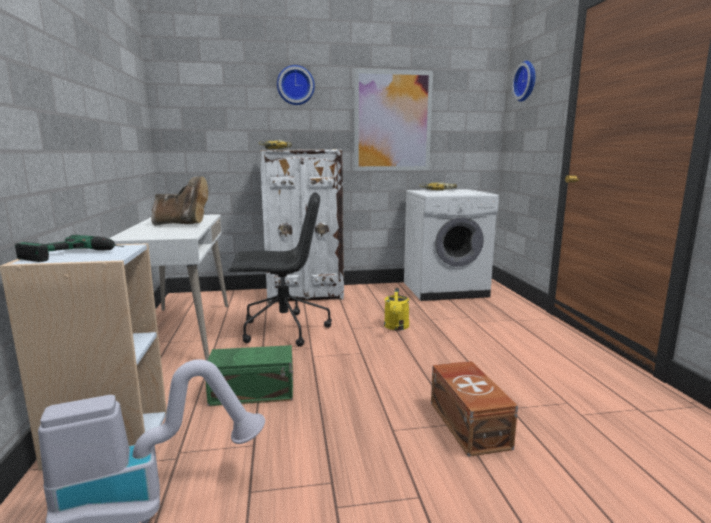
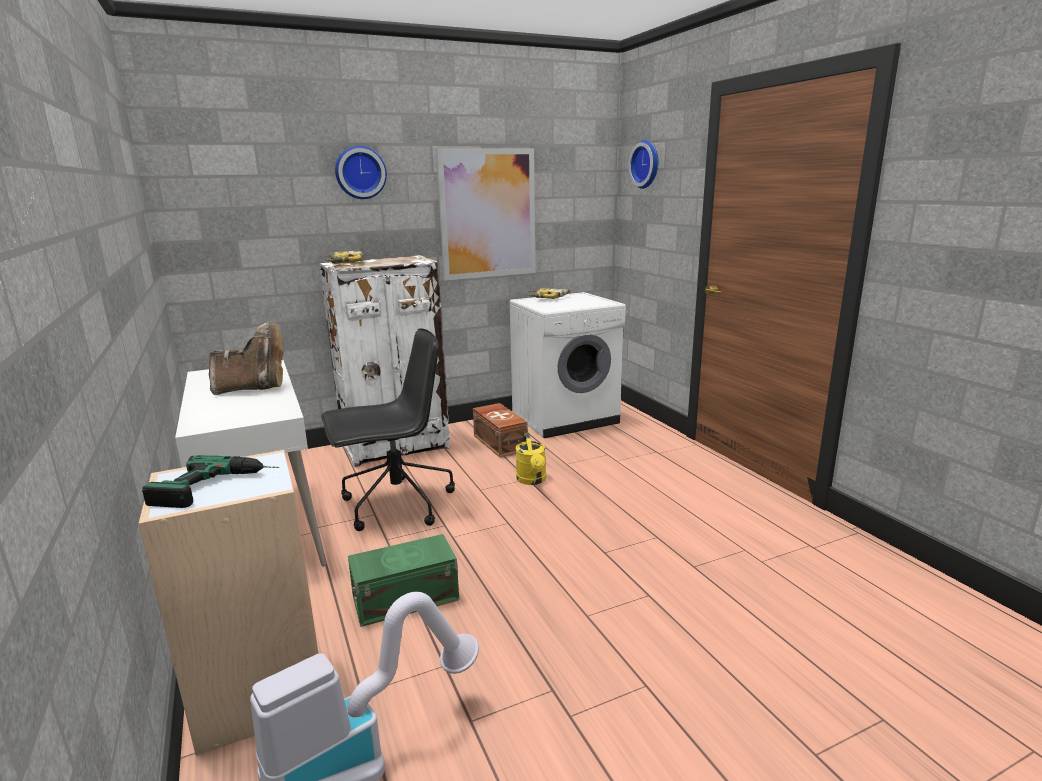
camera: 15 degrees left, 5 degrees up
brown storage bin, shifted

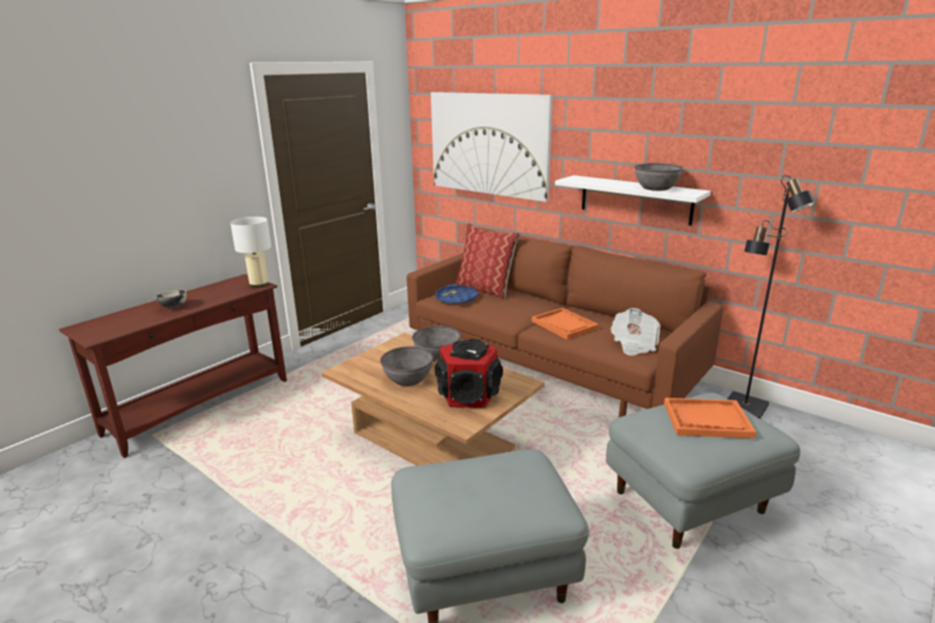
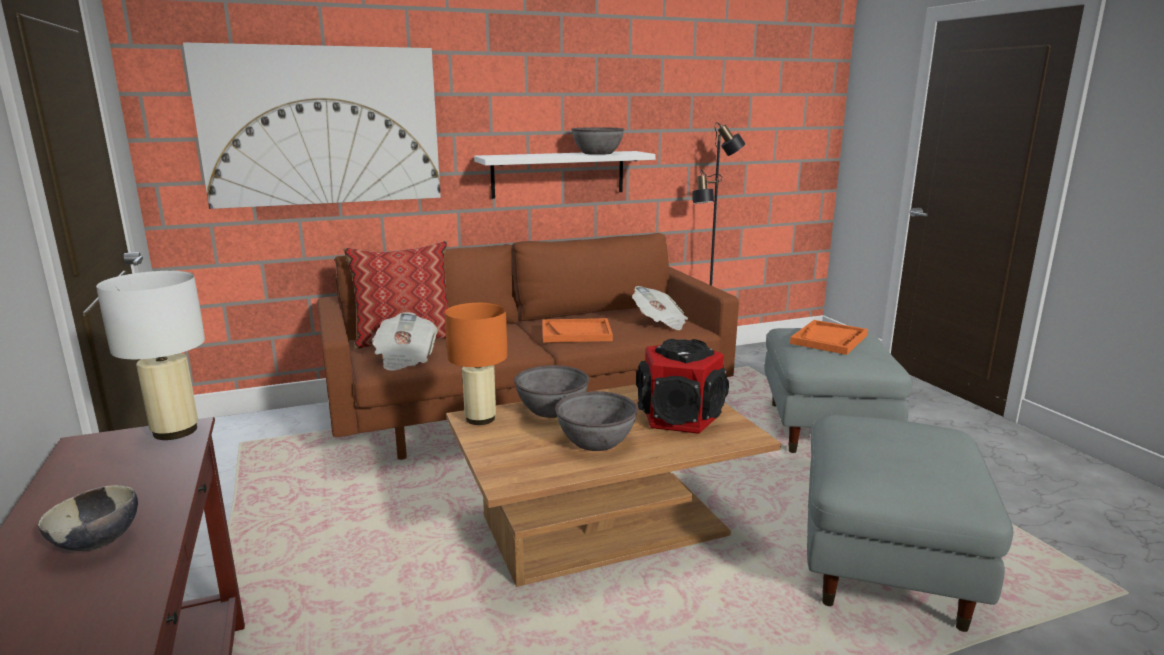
camera: 60 degrees left, 5 degrees down
blue-coloured carrying tray → printed paper (no. 1 from left)
- → orange tabletop lamp

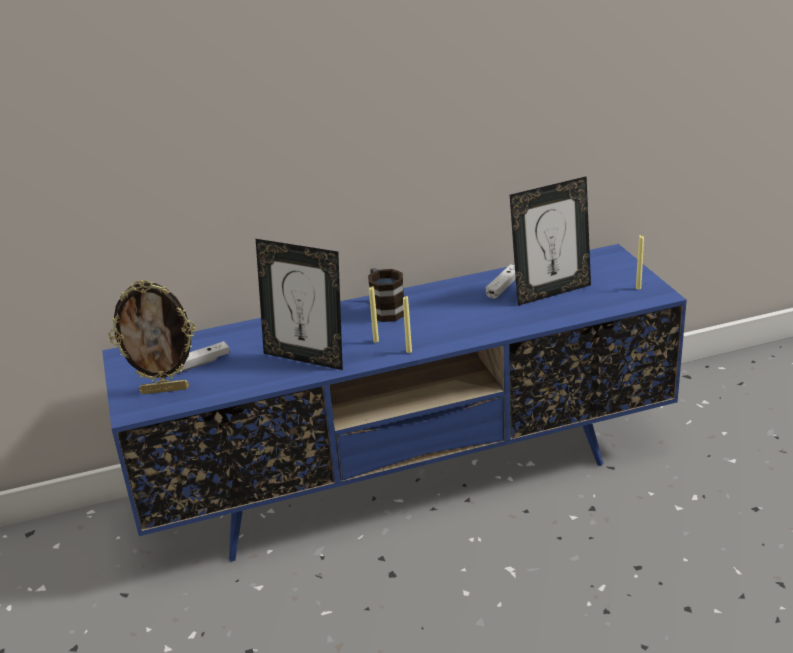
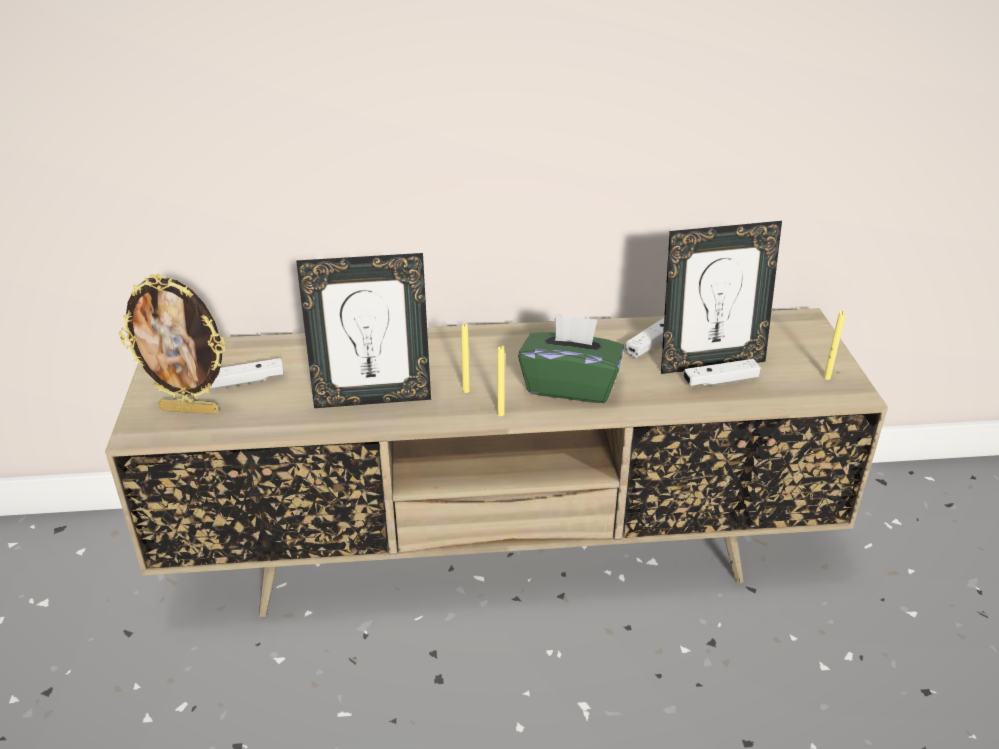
camera: 10 degrees right, 5 degrees up
photo frame (no. 2 from left), 45 degrees counterclockwise
blue-coloured tv unit → beige-coloured tv unit
tea mug → -
- → green-coloured box of tissues
- → whitish game controller (no. 3 from left)

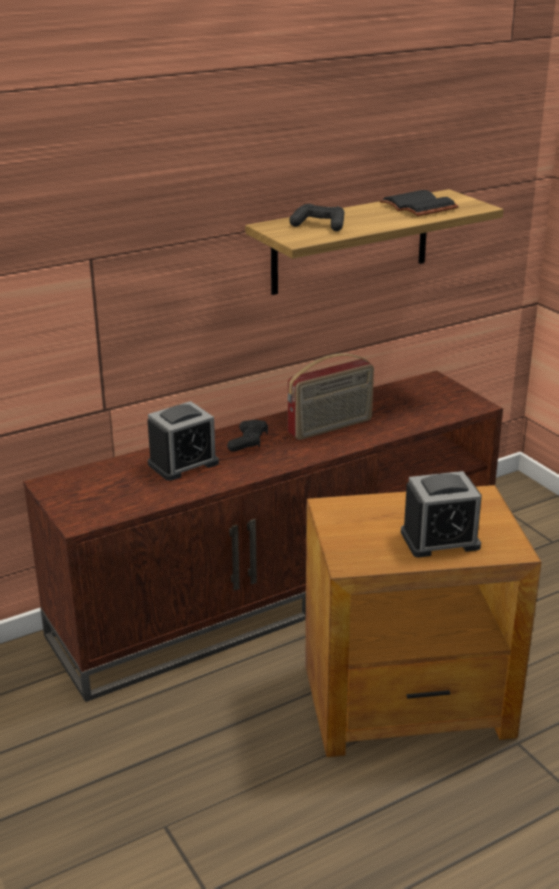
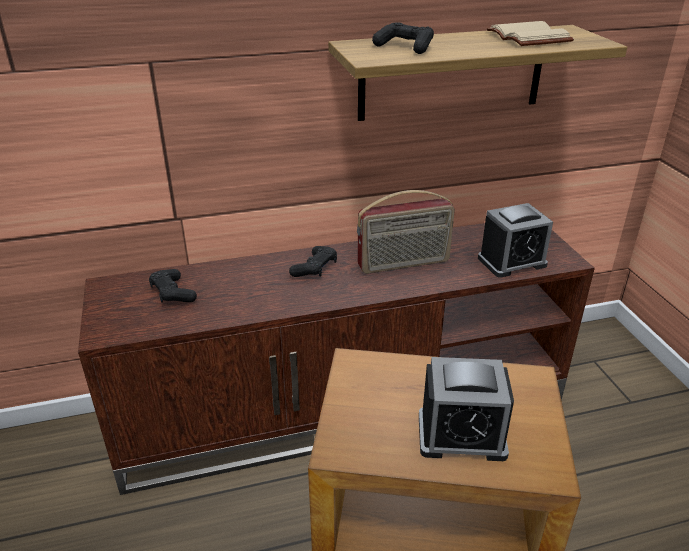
camera: 15 degrees right, 5 degrees up
blackish volume → beige-coloured volume
bedside clock (no. 1 from left in the first image) → bedside clock (no. 2 from left), shifted
- → blackish game controller (no. 1 from left)

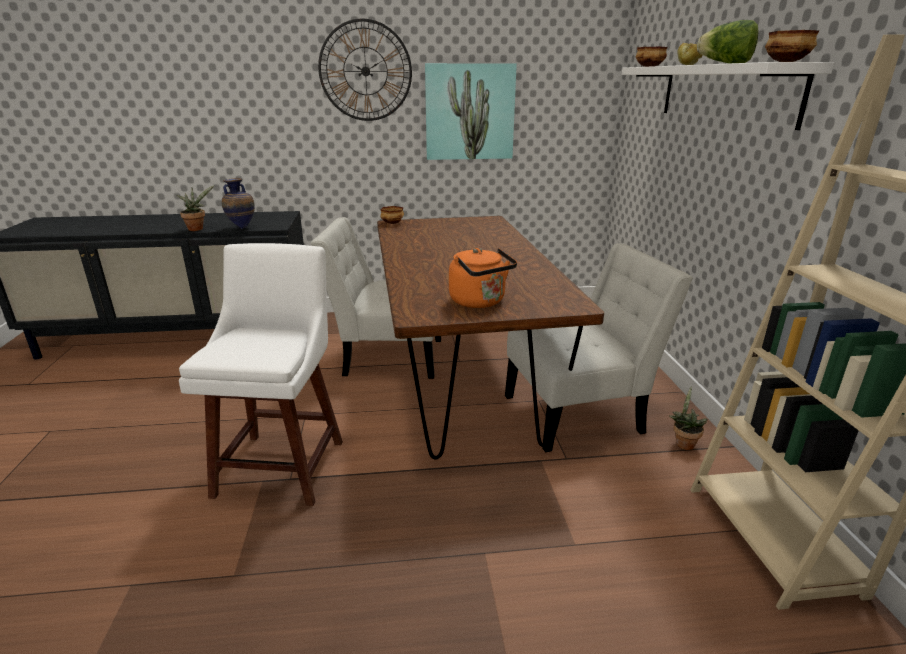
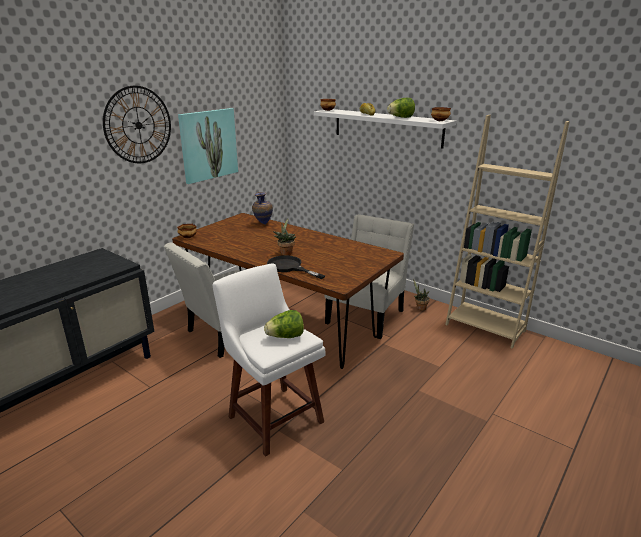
camera: 45 degrees left, 0 degrees up
flower vase, shifted
houseplant (no. 1 from left), shifted
orange tea kettle → -
- → blackish frying pan
- → lettuce head (no. 1 from left)

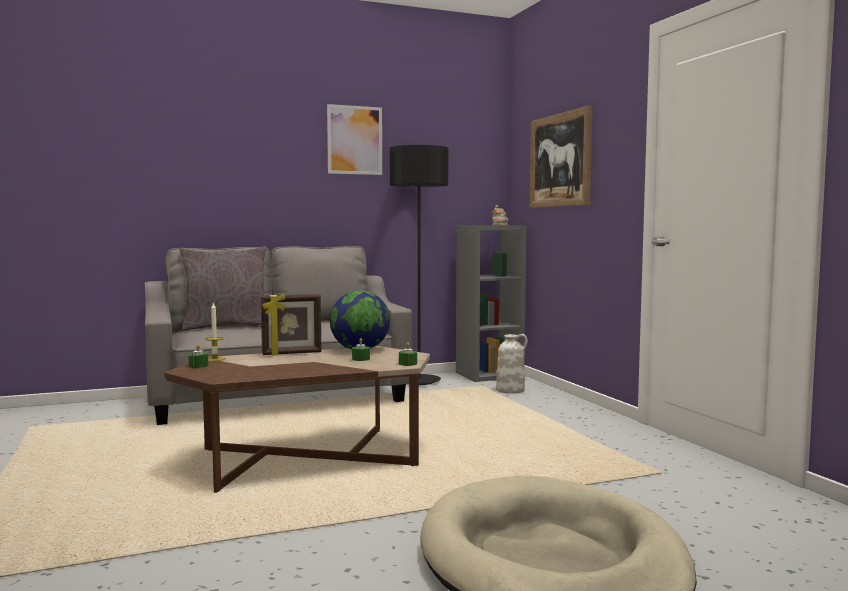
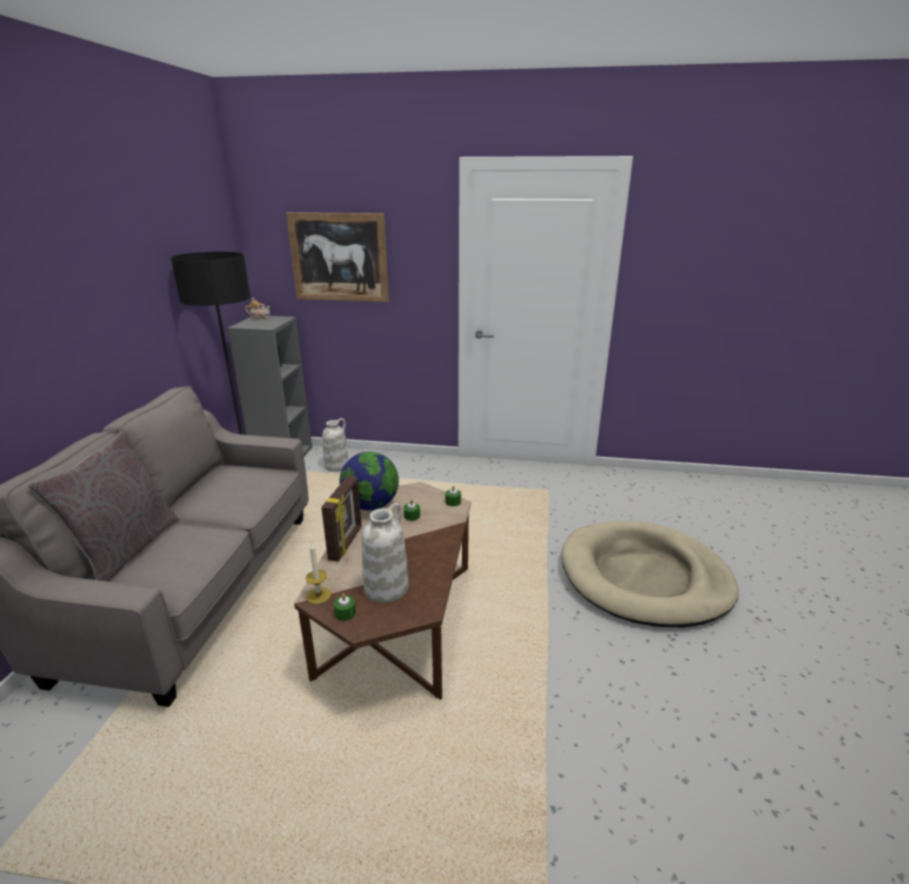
camera: 60 degrees left, 20 degrees up
picture (no. 1 from left) → -
- → whitish flower vase (no. 2 from left)

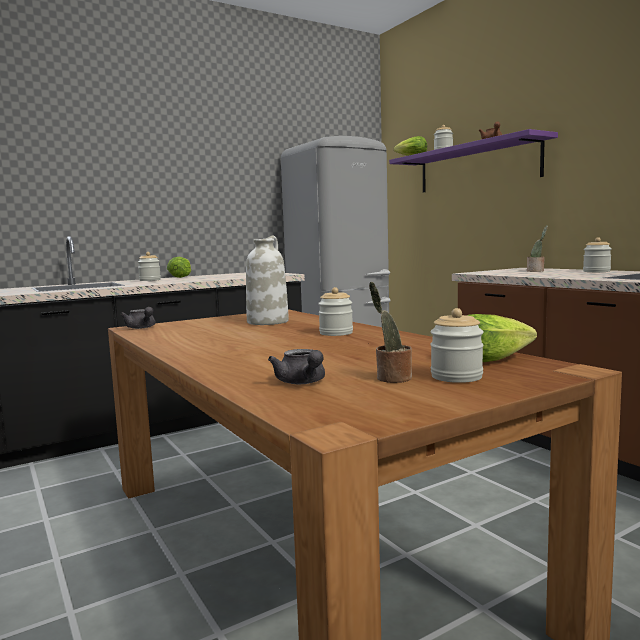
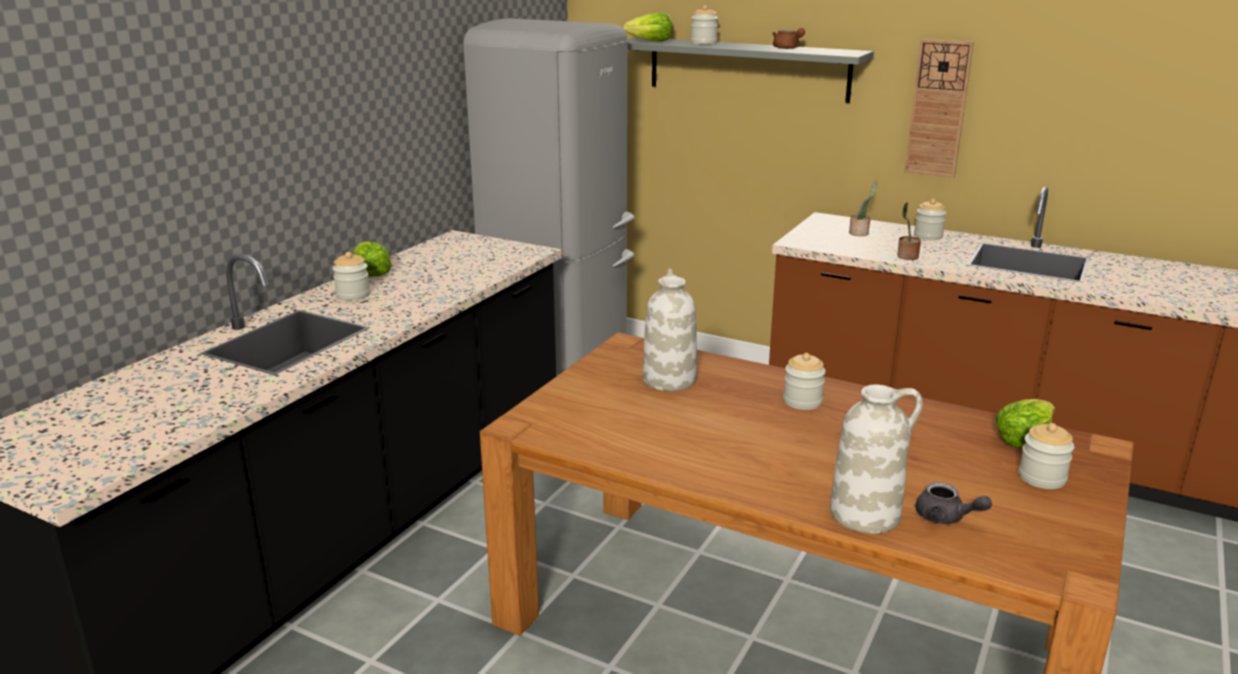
camera: 30 degrees left, 15 degrees up
purple bracket shelf → grey bracket shelf
houseplant (no. 1 from left in the first image) → houseplant (no. 2 from left), shifted
grey teapot (no. 1 from left) → -
- → clock on the wall
- → whitish flower vase (no. 2 from left)

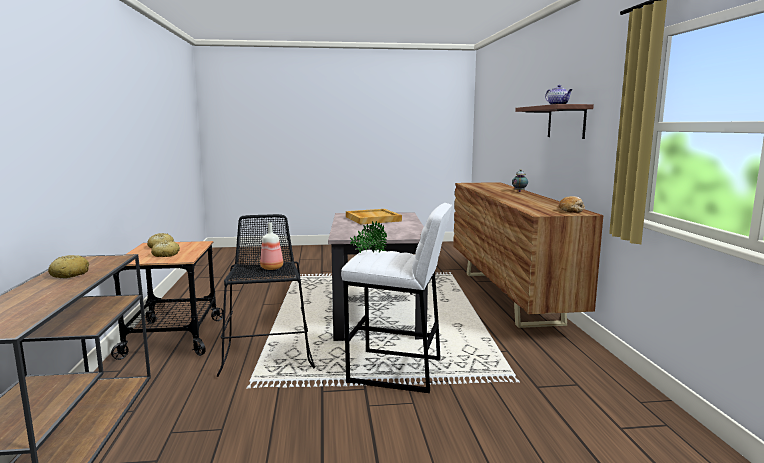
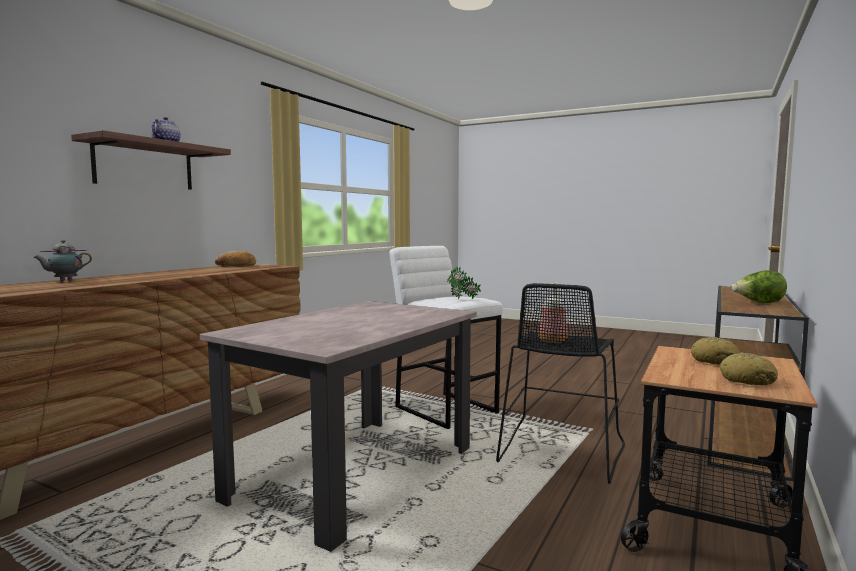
camera: 145 degrees left, 5 degrees down
beige-coloured carrying tray → -
bakery bread (no. 1 from left) → lettuce head

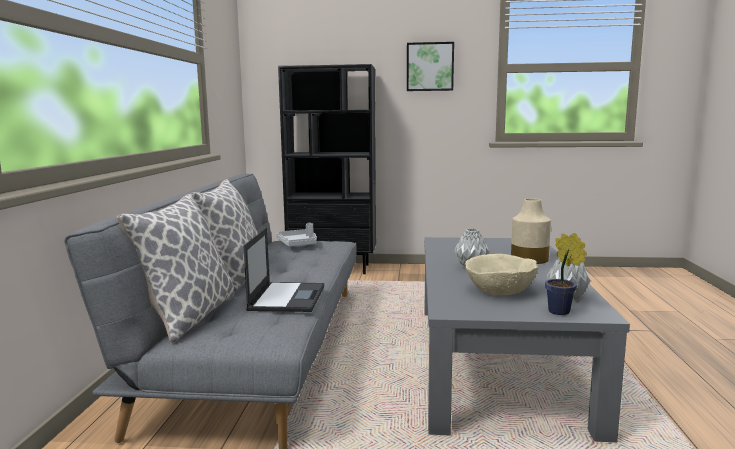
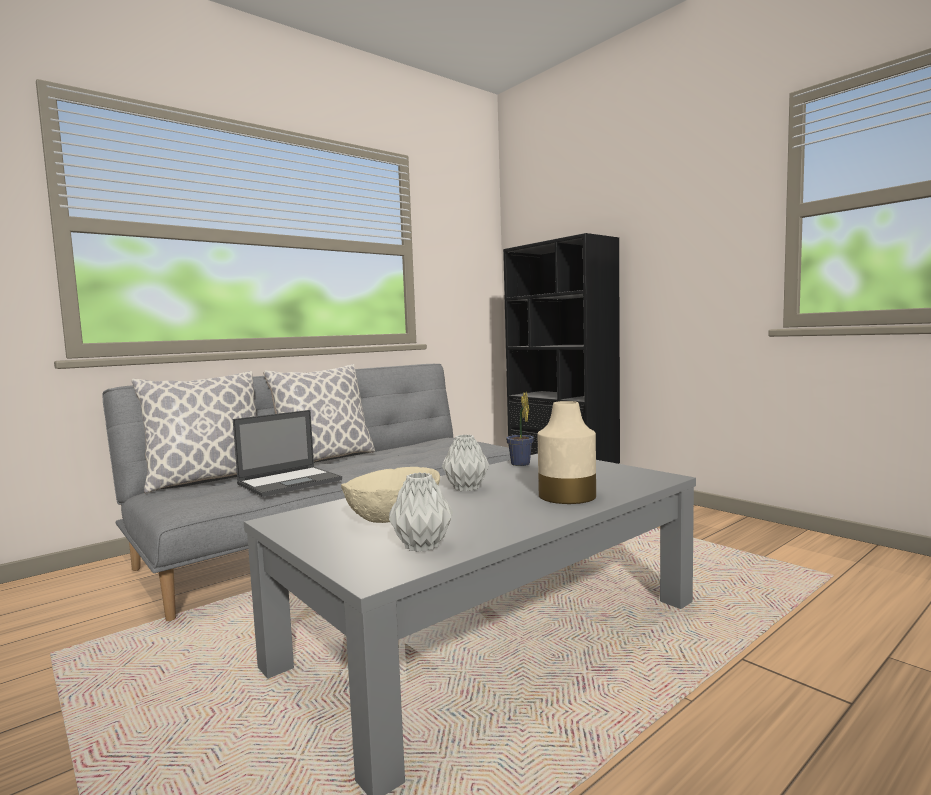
camera: 45 degrees right, 5 degrees down
picture → -
grey carrying tray → -
houseplant, shifted

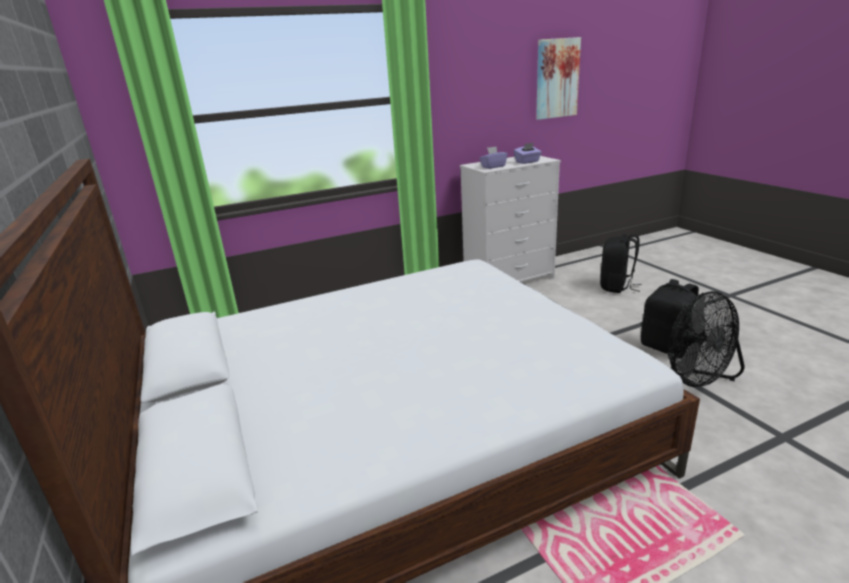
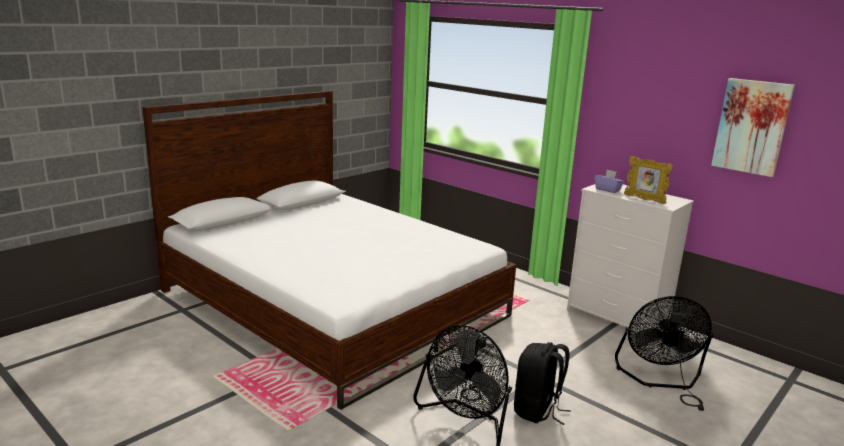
camera: 65 degrees right, 5 degrees down
purple box of tissues (no. 2 from left) → photo frame
blackish rucksack (no. 1 from left) → blackish electric fan (no. 2 from left)

